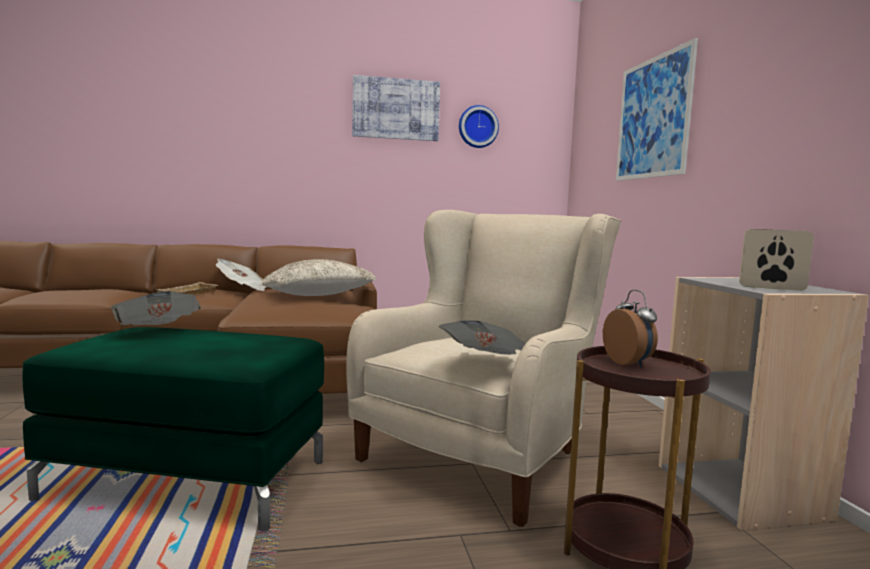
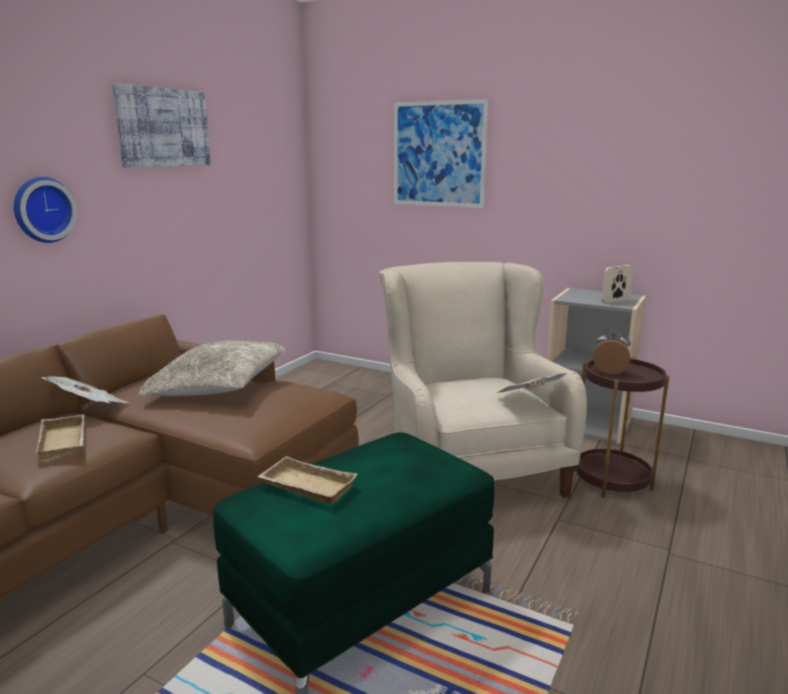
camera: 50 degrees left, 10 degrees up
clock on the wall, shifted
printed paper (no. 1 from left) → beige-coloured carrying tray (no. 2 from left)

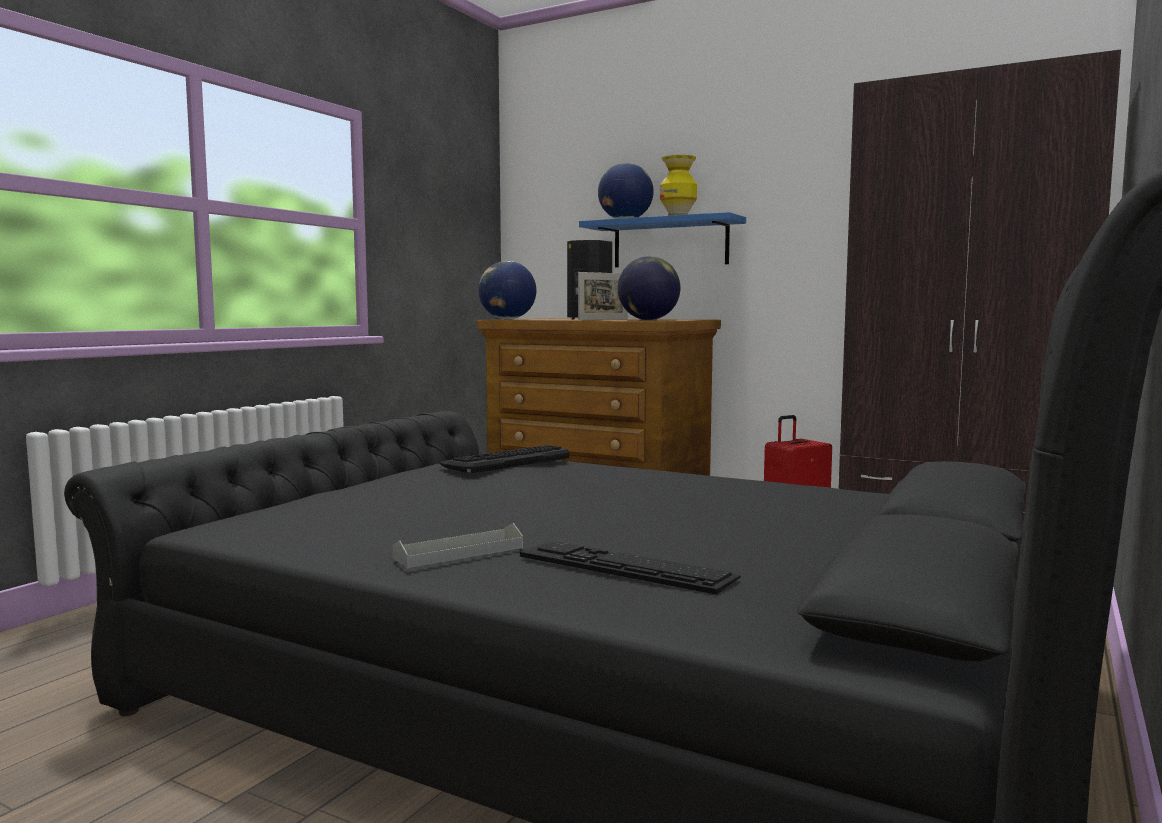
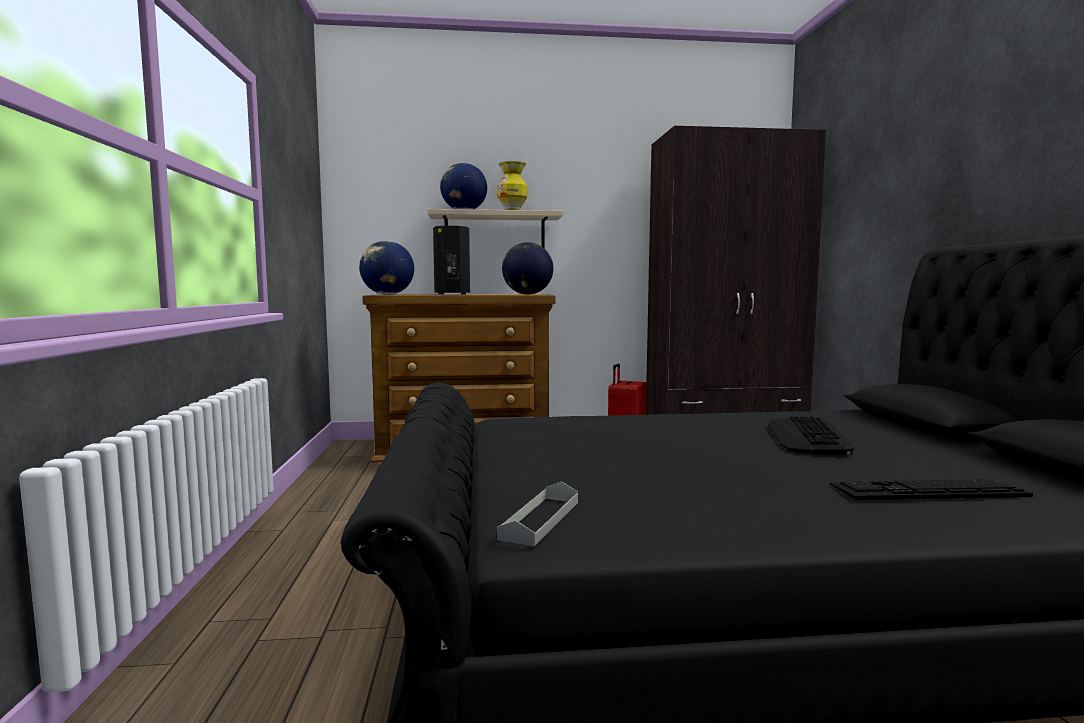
camera: 35 degrees left, 0 degrees up
blue-coloured bracket shelf → beige-coloured bracket shelf
photo frame → -
computer keyboard (no. 1 from left), shifted
grey carrying tray, shifted

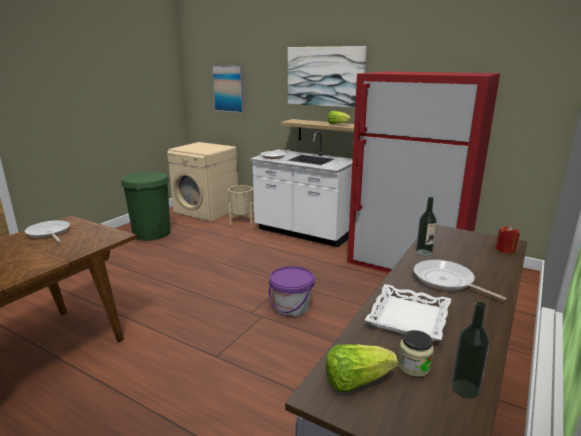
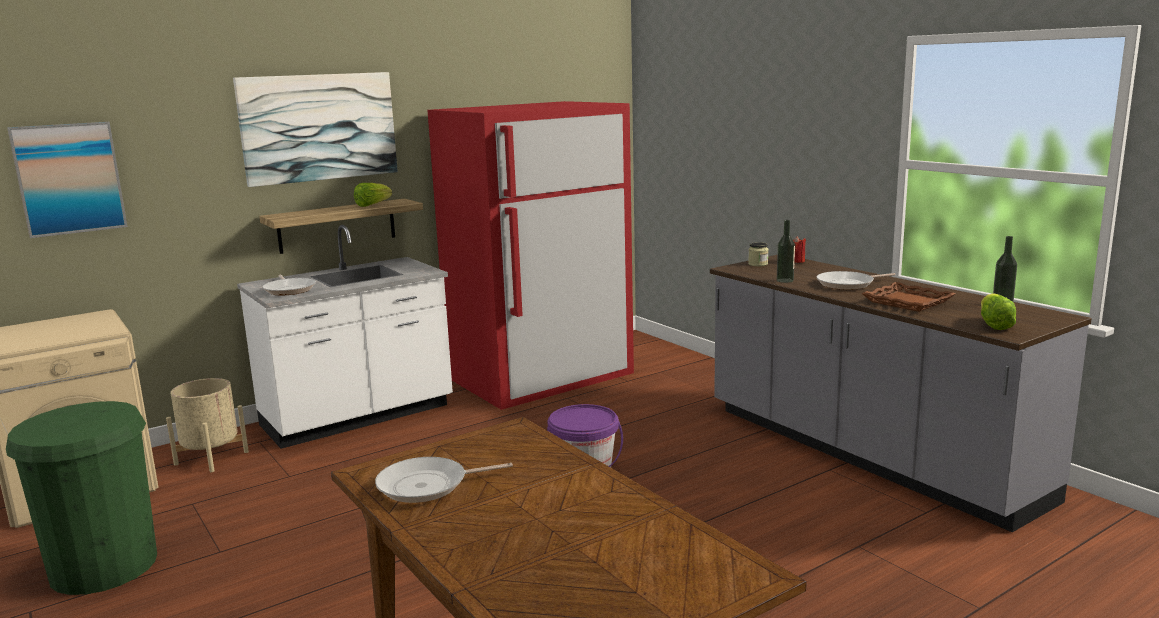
camera: 65 degrees left, 5 degrees down
whitish carrying tray → brown carrying tray
preserve jar, shifted

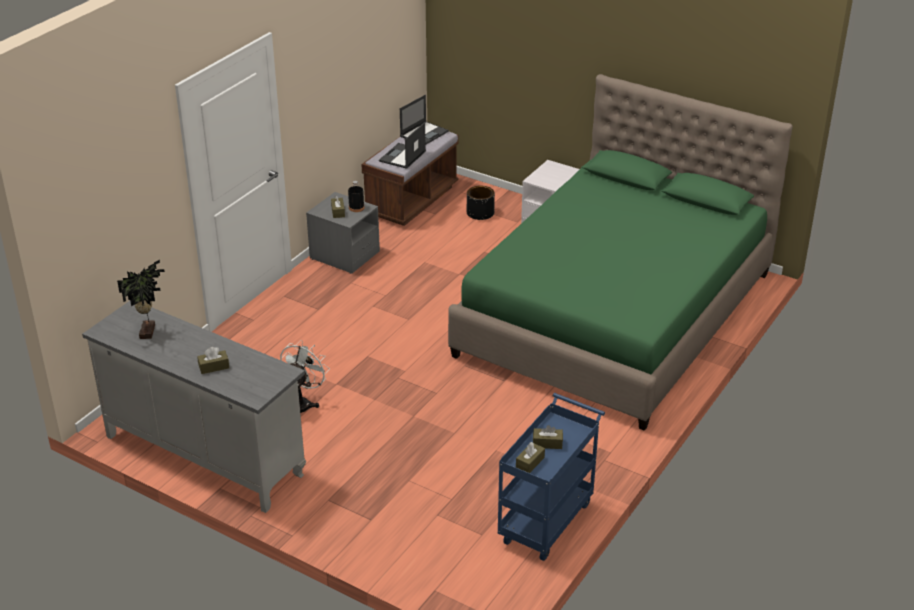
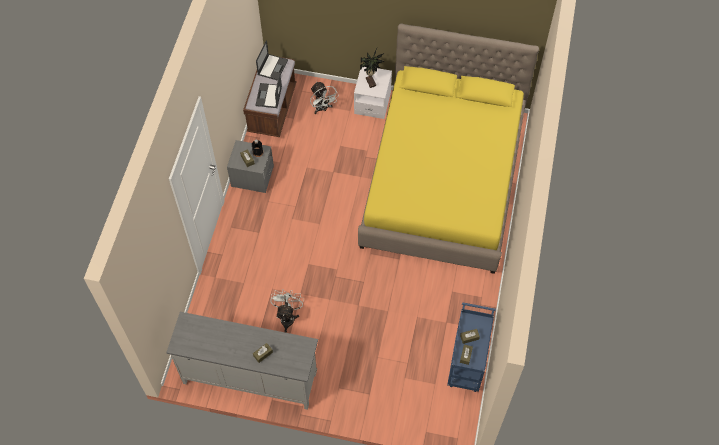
camera: 20 degrees left, 25 degrees up
green-coloured bedroom bed → yellow bedroom bed
blackish planter → whitish electric fan (no. 2 from left)
houseplant, shifted

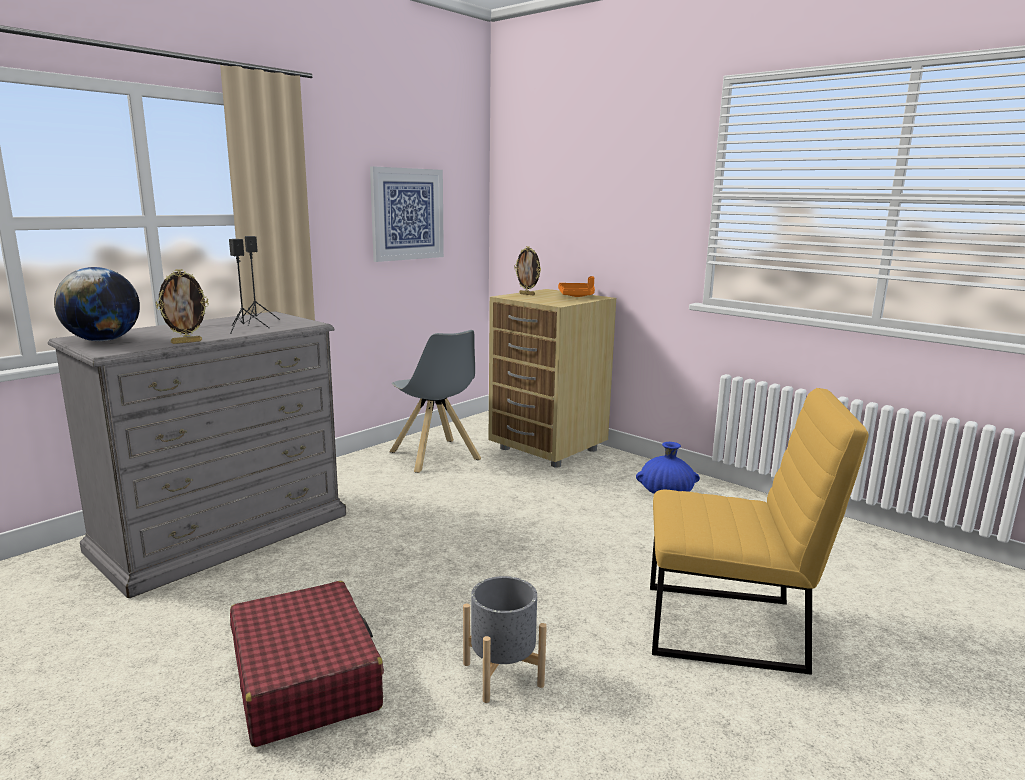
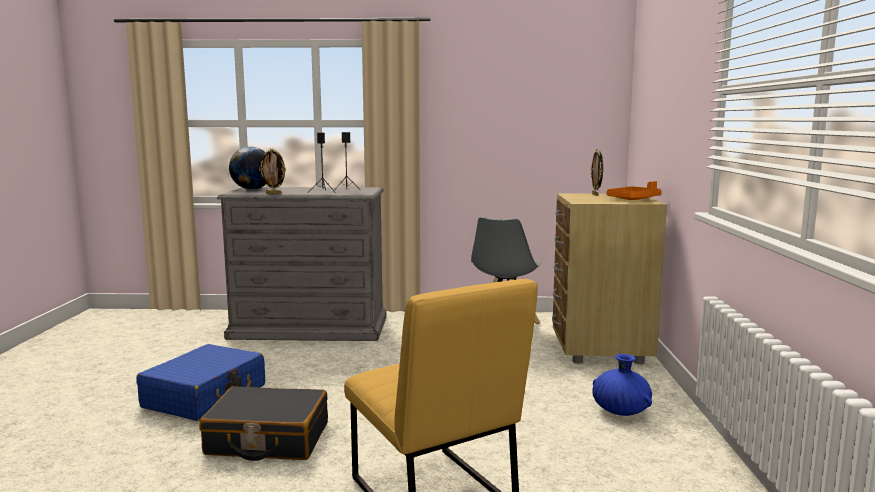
camera: 50 degrees right, 5 degrees down
picture → -
grey planter → blackish suitcase
reddish suitcase → blue-coloured suitcase

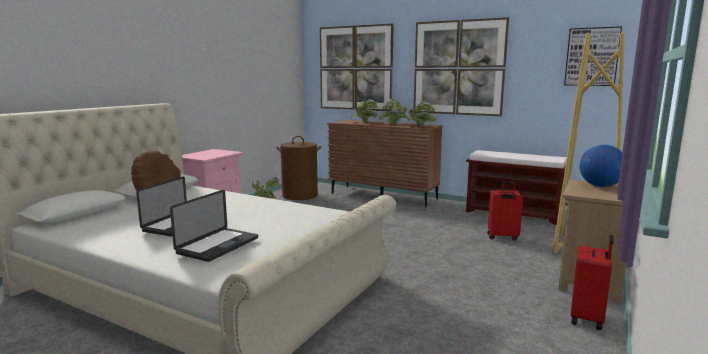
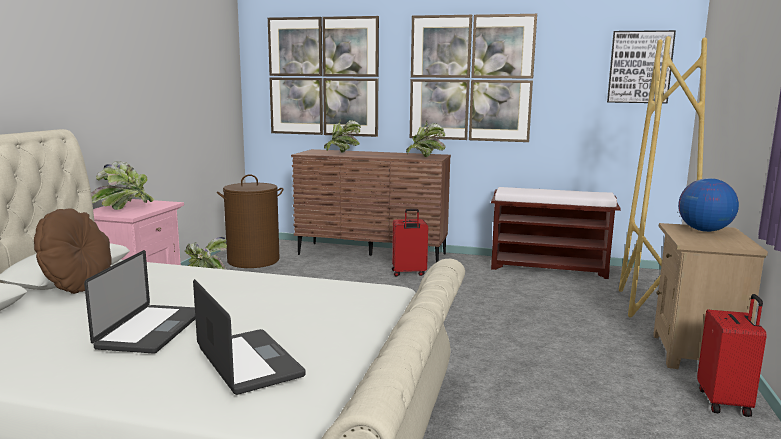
camera: 15 degrees left, 0 degrees up
houseplant (no. 3 from left in the first image) → houseplant (no. 1 from left), shifted
reddish suitcase (no. 1 from left), shifted
notebook computer (no. 2 from left), 45 degrees counterclockwise

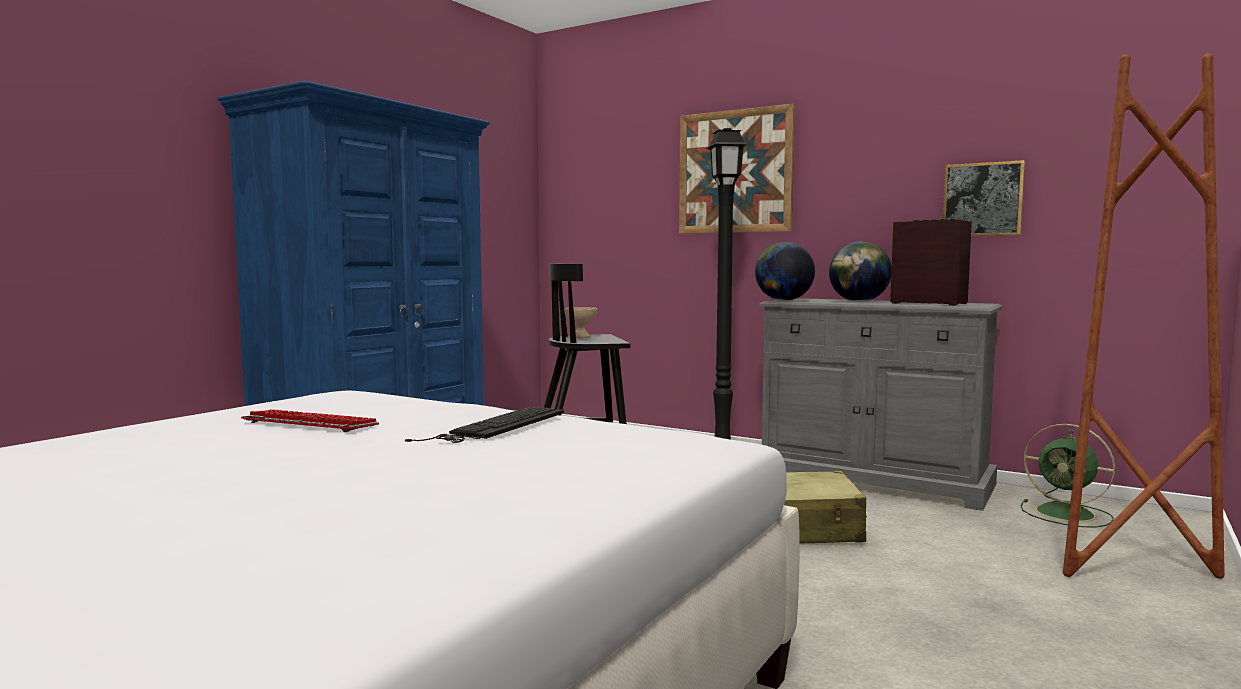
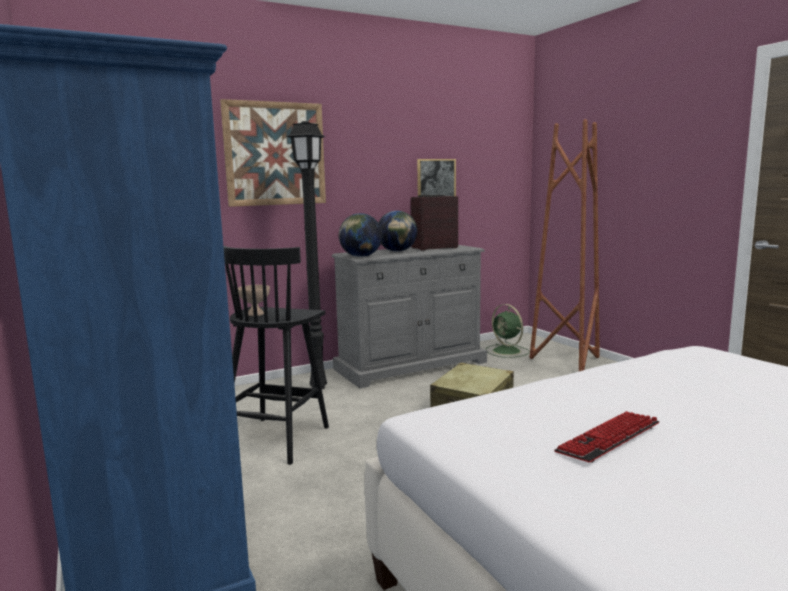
camera: 60 degrees left, 5 degrees up
computer keyboard (no. 2 from left) → -
green-coloured electric fan, 75 degrees clockwise

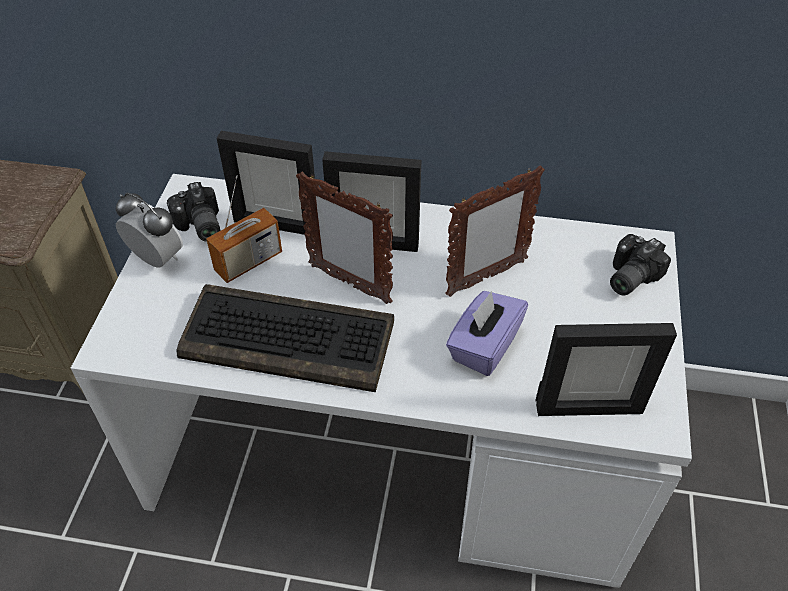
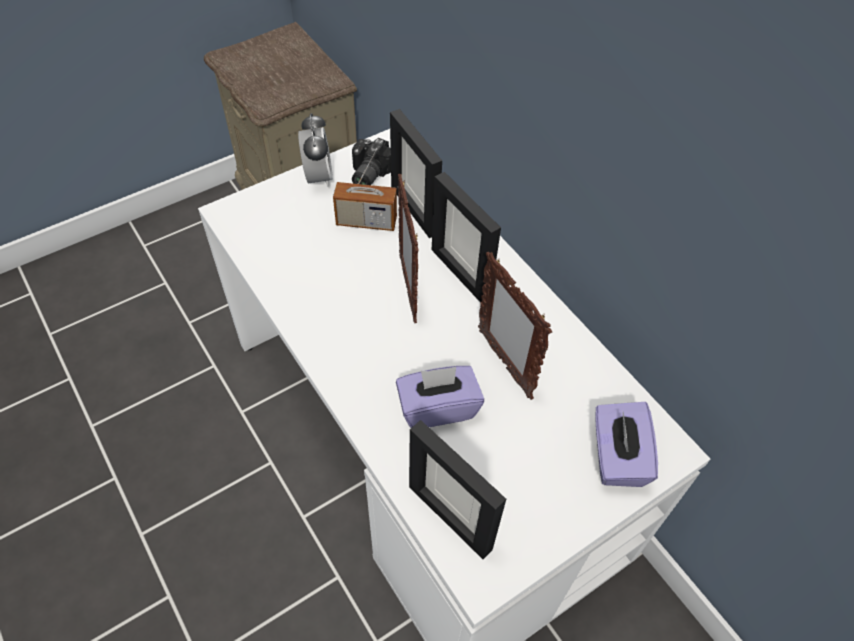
camera: 45 degrees right, 5 degrees up
photo frame (no. 4 from left in the first image) → photo frame (no. 5 from left), 45 degrees clockwise
photo camera (no. 2 from left) → purple box of tissues (no. 2 from left)
computer keyboard → -

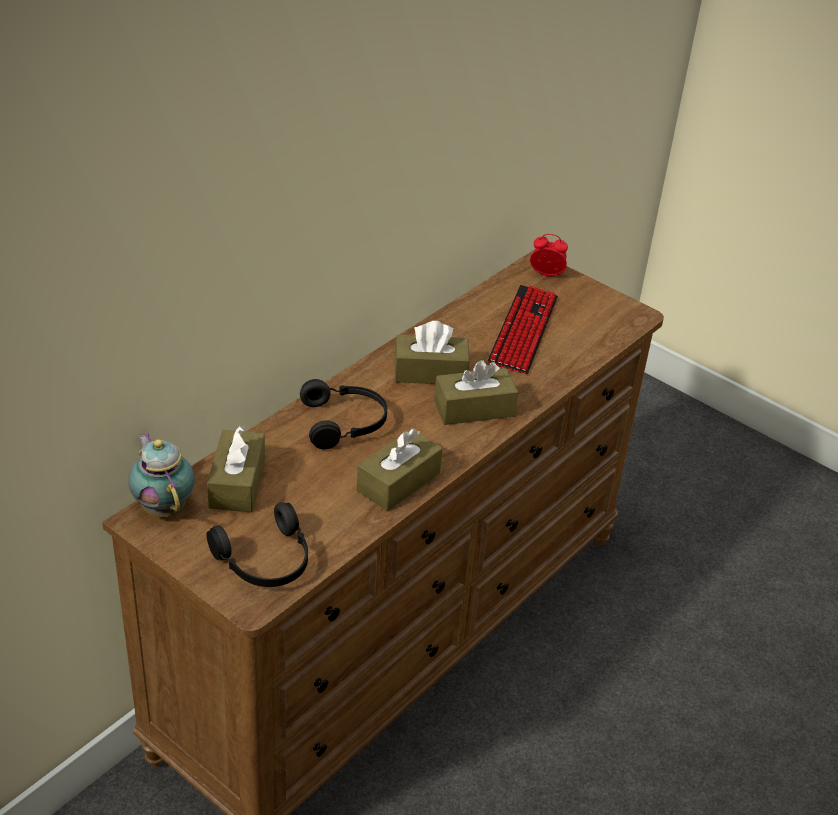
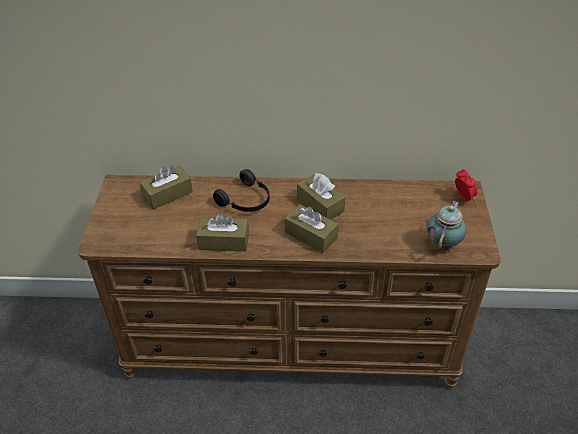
camera: 55 degrees right, 5 degrees up
computer keyboard → -
teapot, shifted
blackish pair of headphones (no. 1 from left) → -

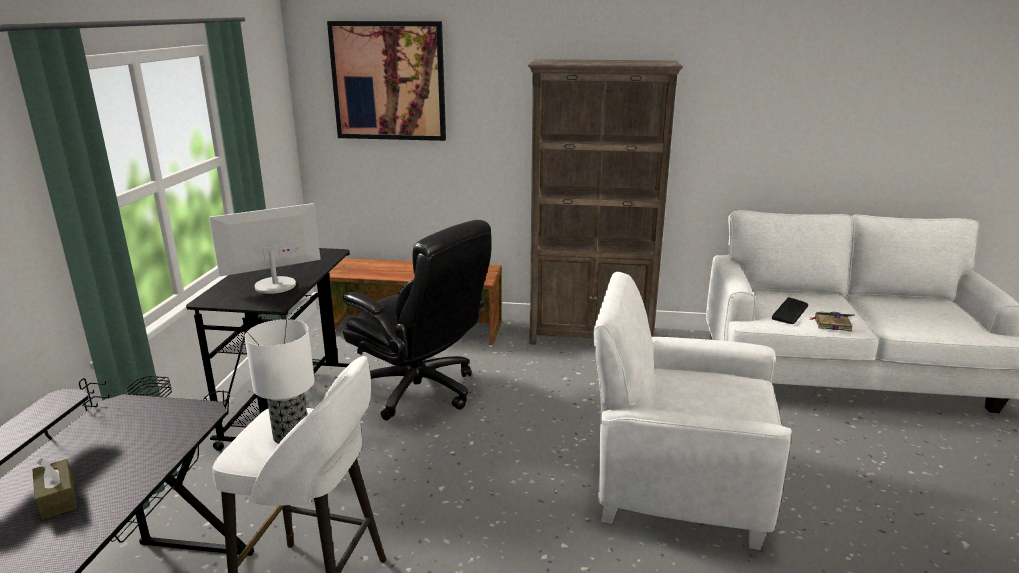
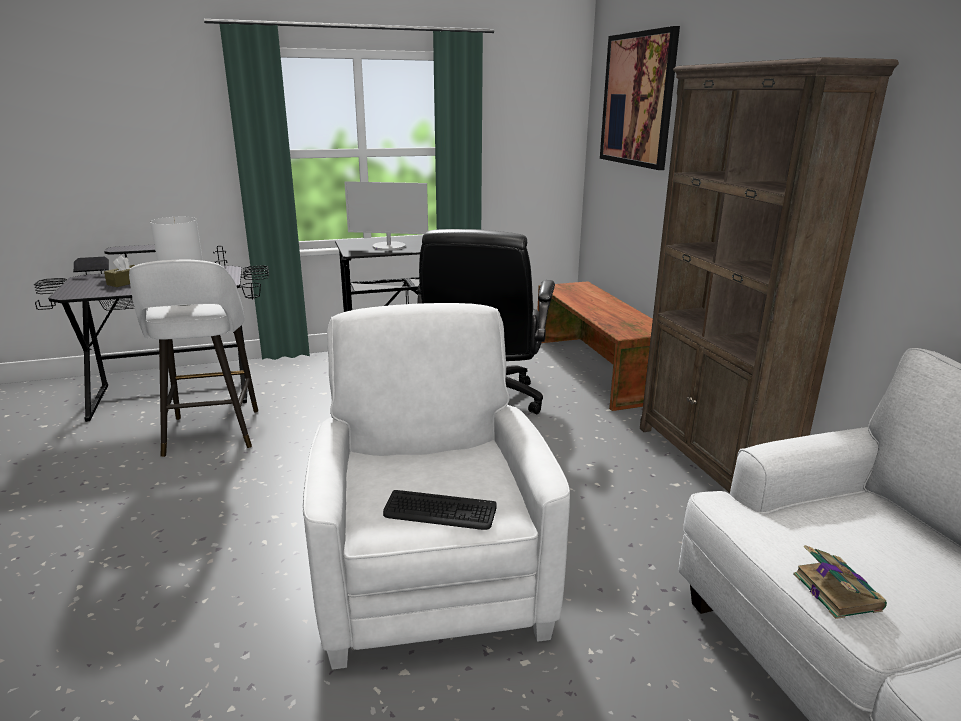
camera: 65 degrees right, 0 degrees up
computer display, 150 degrees clockwise
computer keyboard, shifted

